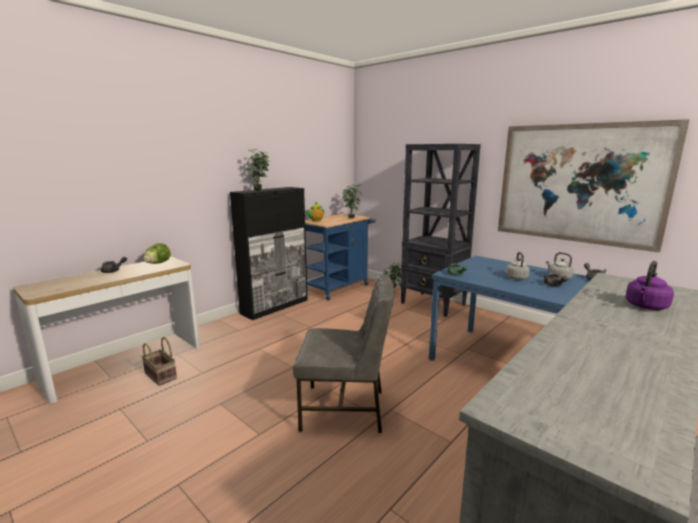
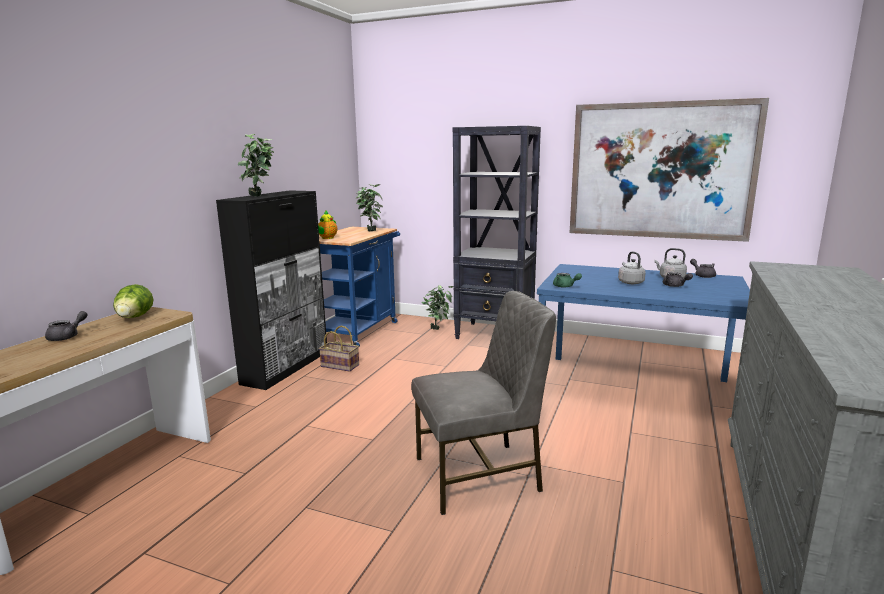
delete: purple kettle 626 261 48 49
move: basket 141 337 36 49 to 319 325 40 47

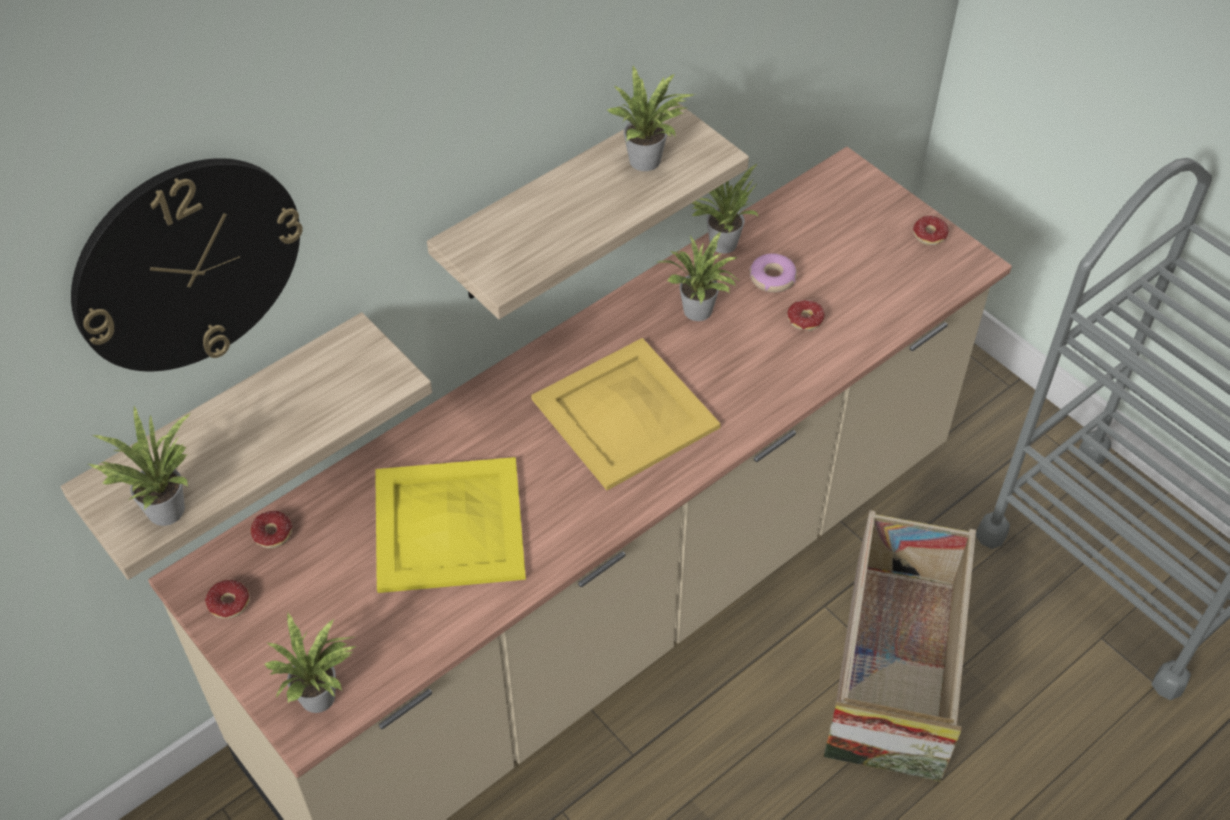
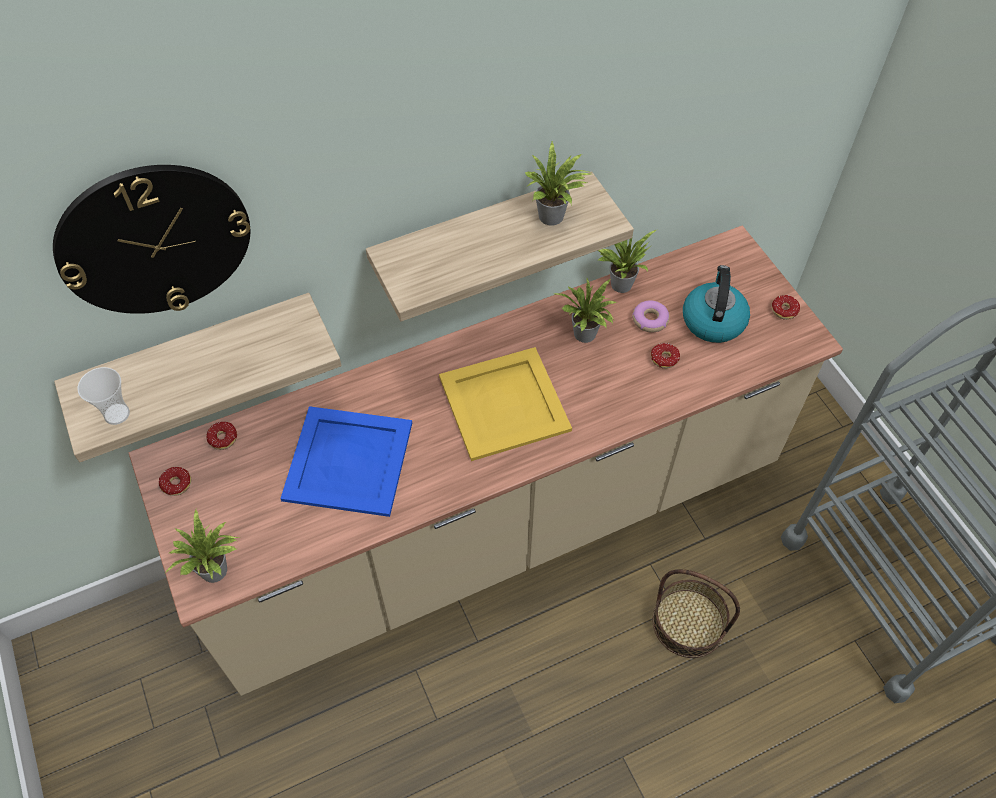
insert: kettle 683 265 67 78
replace: potted plant 89 406 101 120 to cup 77 367 53 58; crate 823 510 153 272 to basket 652 569 88 89
recolor: yellow tray 375 457 151 136 to blue tray 280 406 132 111

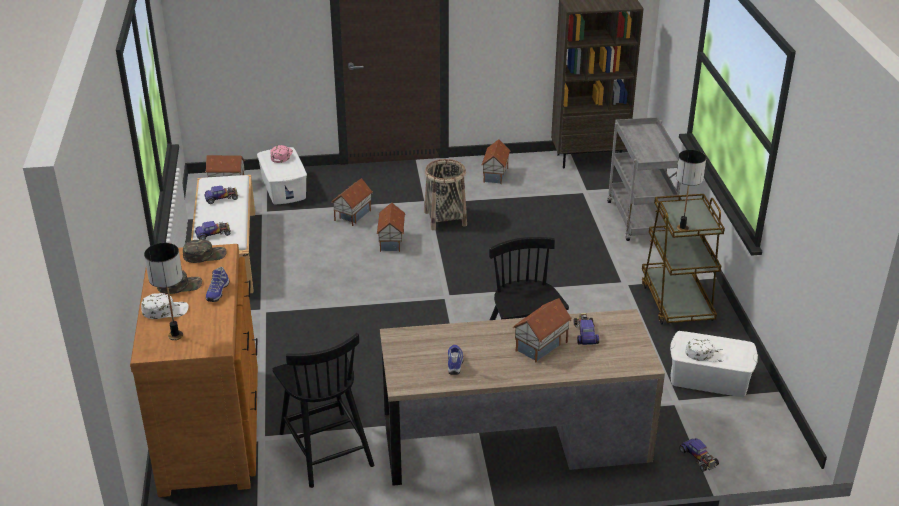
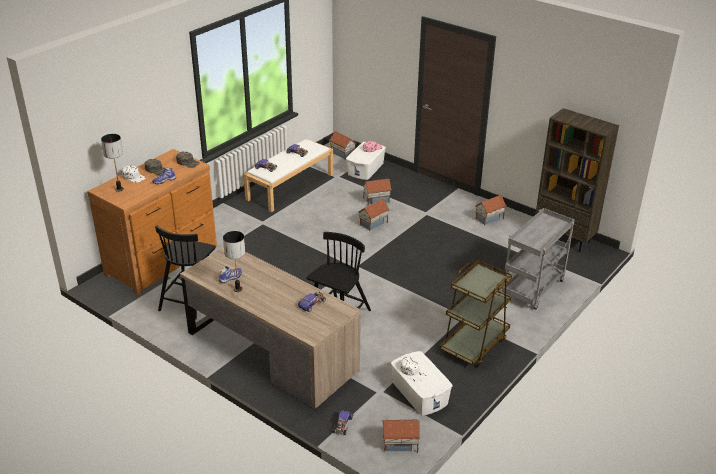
delete: basket 424 159 43 71
move: toy house 513 298 59 64 to 382 419 39 34; table lamp 676 150 30 81 to 223 231 22 61

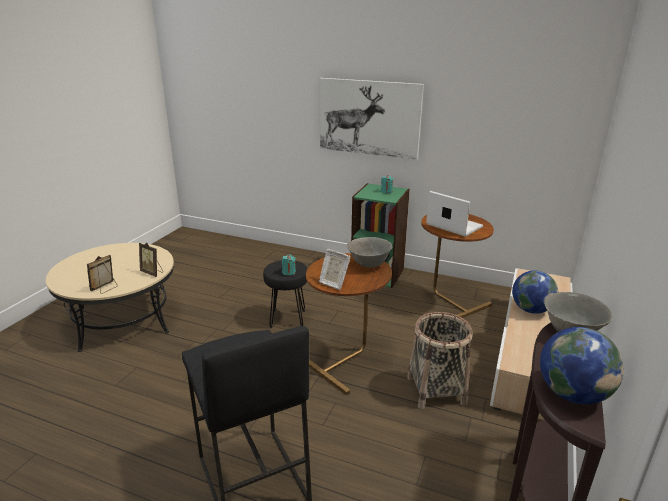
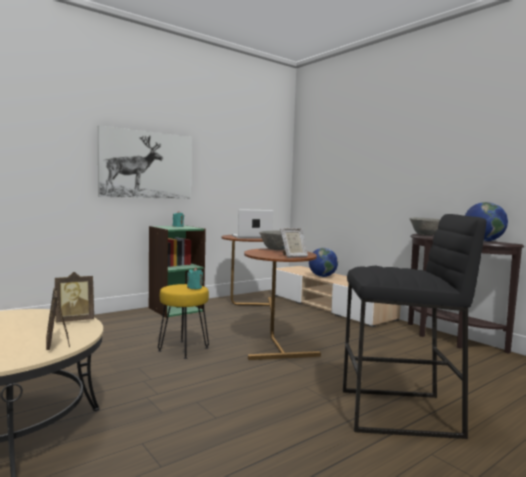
delete: basket 407 312 66 97
recolor: black stool 263 260 45 68 to yellow stool 158 284 51 75

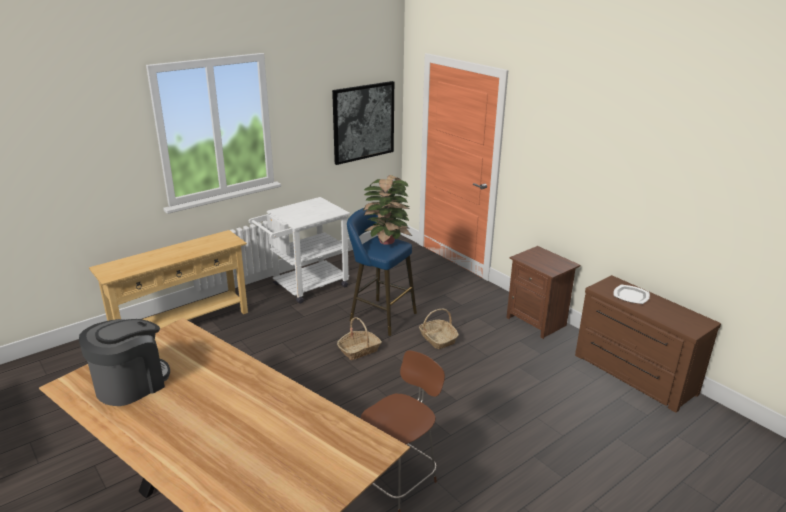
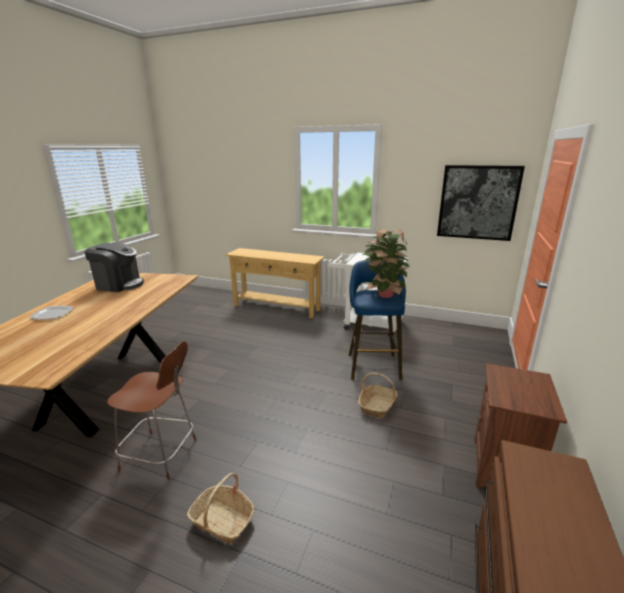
move: basket 337 317 45 43 to 187 473 67 70; plate 613 285 37 19 to 29 306 45 14

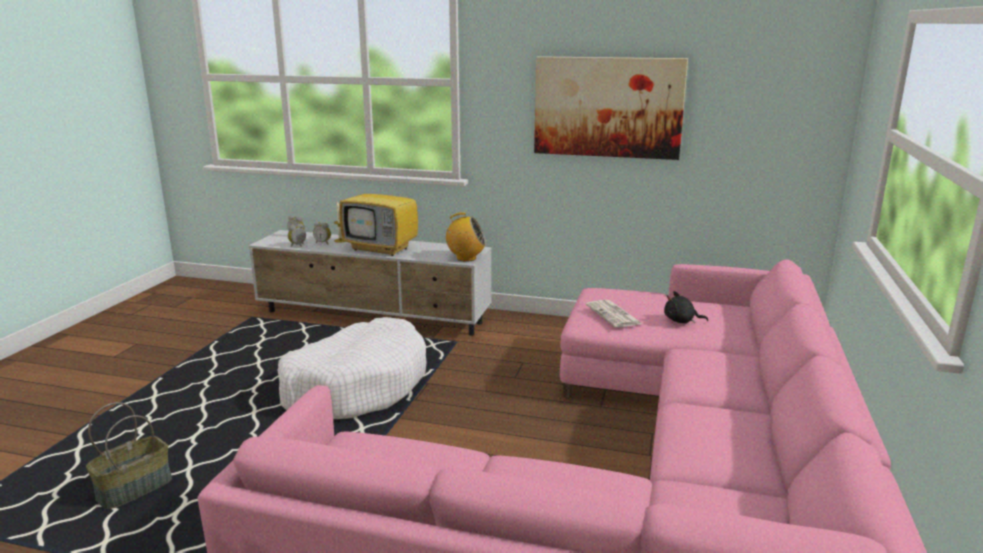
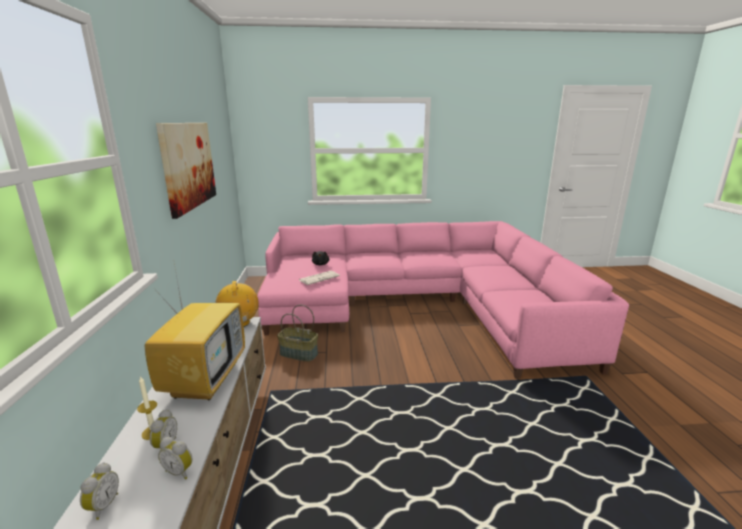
delete: white dog bed 277 317 150 102
move: basket 86 402 86 107 to 277 305 41 57

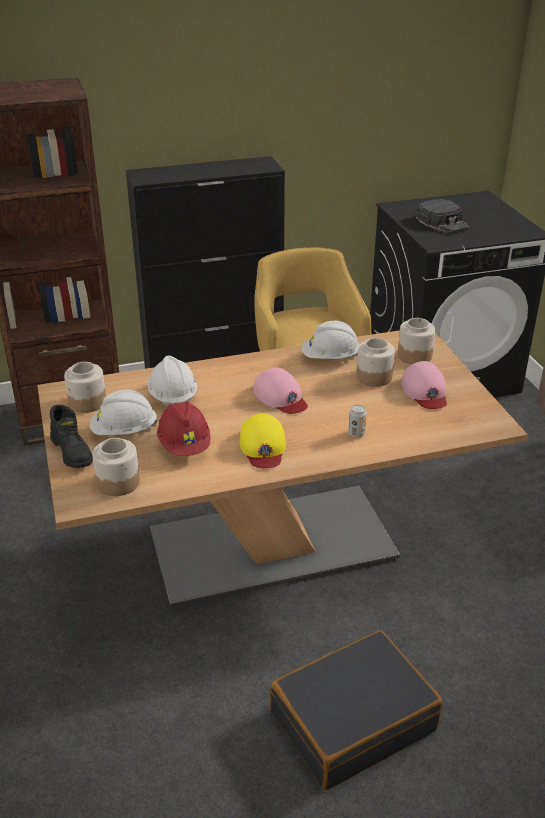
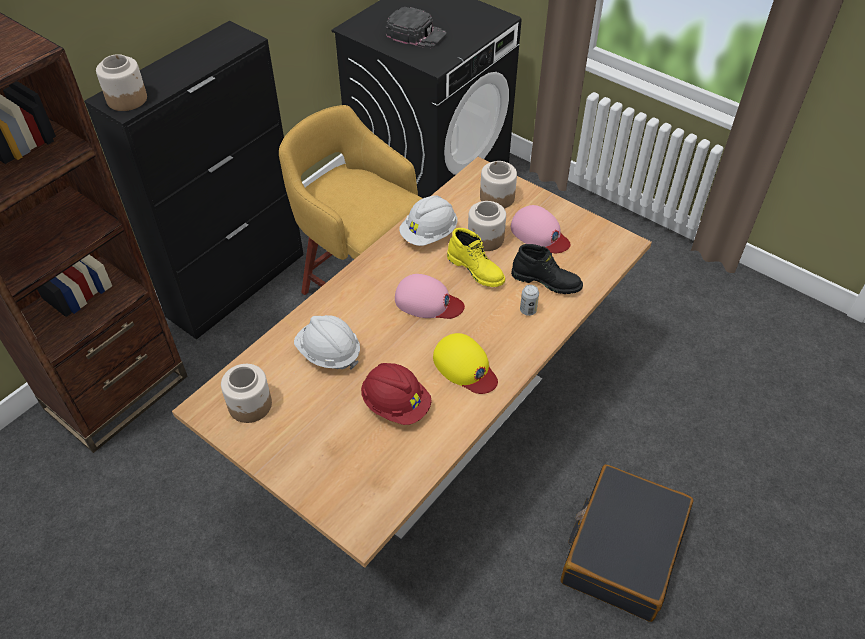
delete: white hard hat 90 390 68 45
insert: yellow boot 447 228 58 59
move: black boot 50 405 43 63 to 511 244 72 50; jar 93 438 47 58 to 96 54 51 57

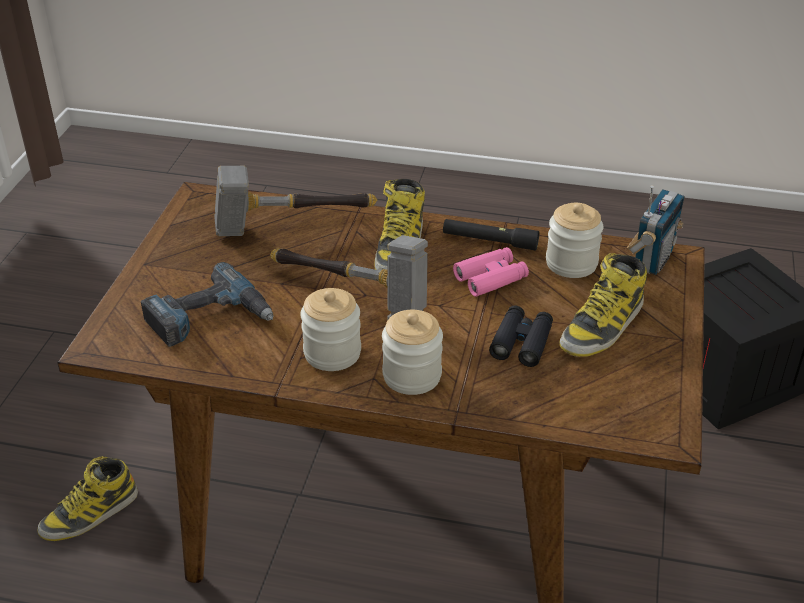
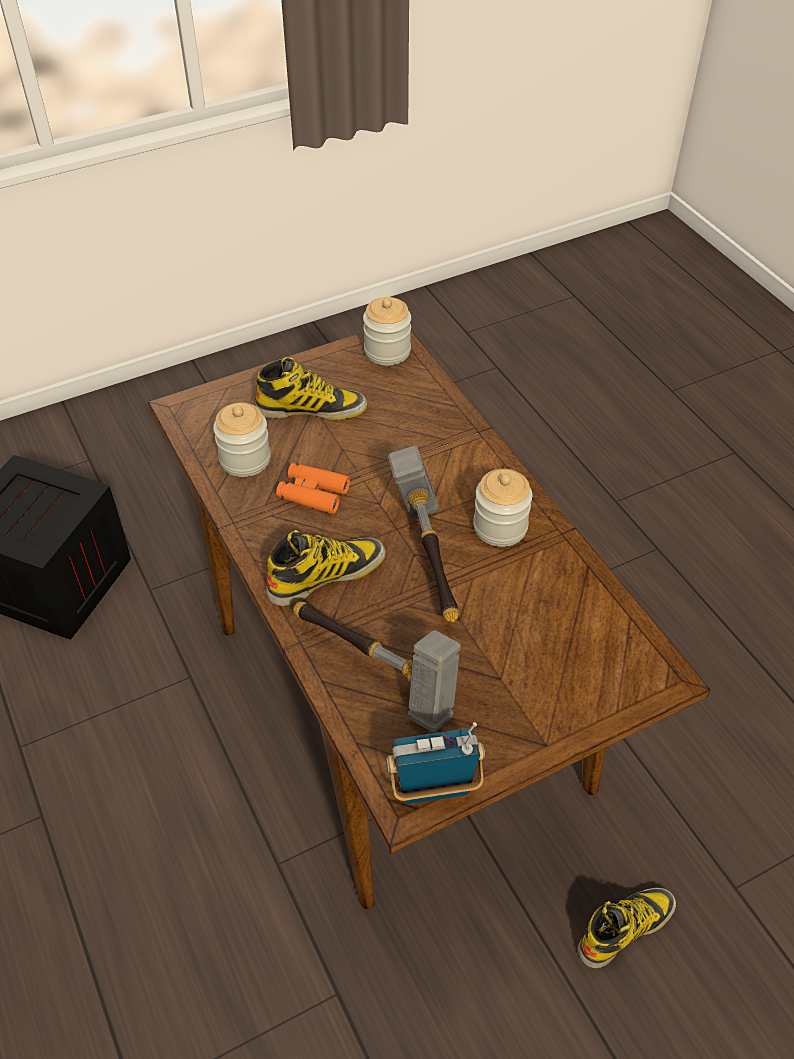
delete: power drill 141 262 133 85; black flashlight 443 219 96 32; black binoculars 489 305 64 62
move: jar 382 310 61 85 to 363 297 48 69; radio 627 185 58 90 to 386 722 99 82
recolor: pink binoculars 453 247 76 50 to orange binoculars 276 463 74 51
rotate: boot 37 456 101 85 = 578 888 98 80 45 degrees counterclockwise

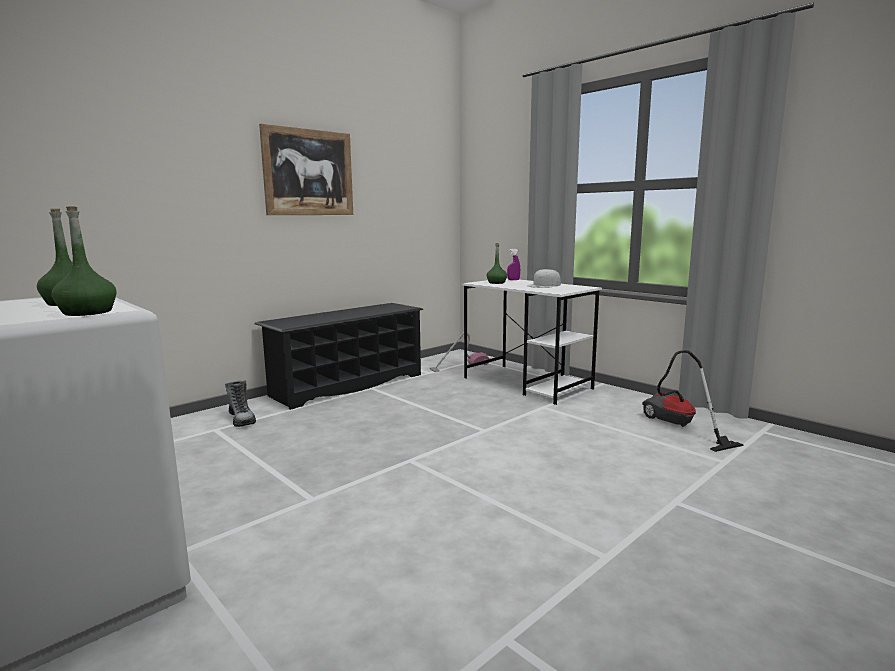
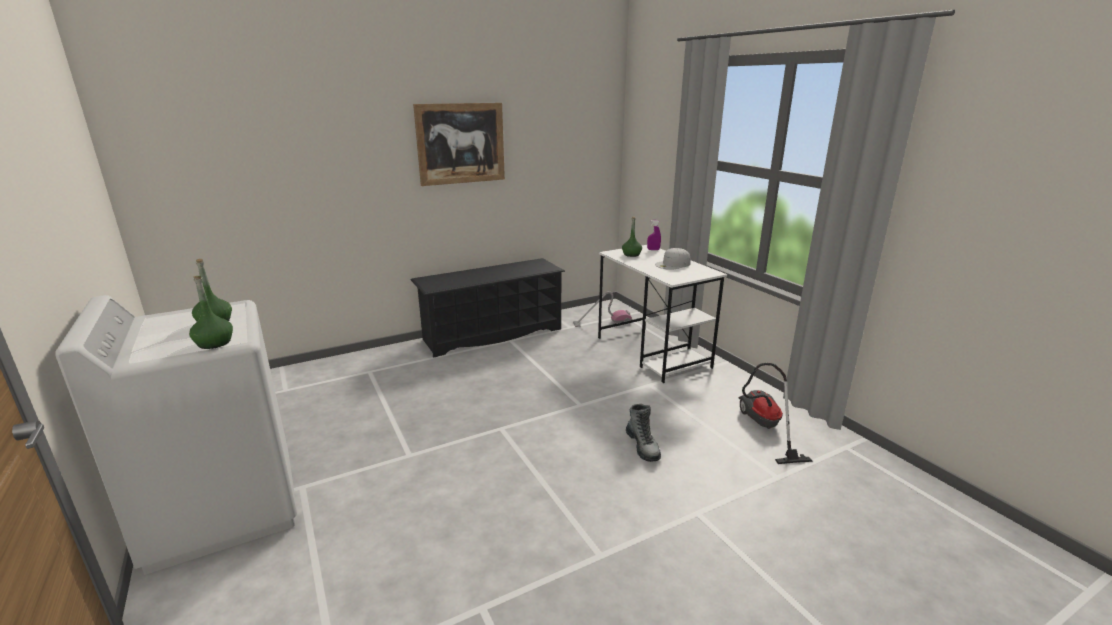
move: boot 225 380 31 47 to 626 404 35 58

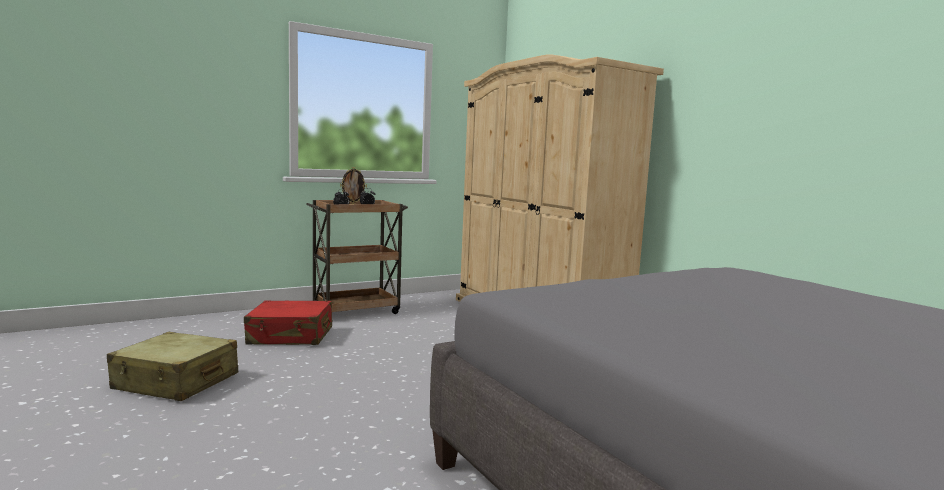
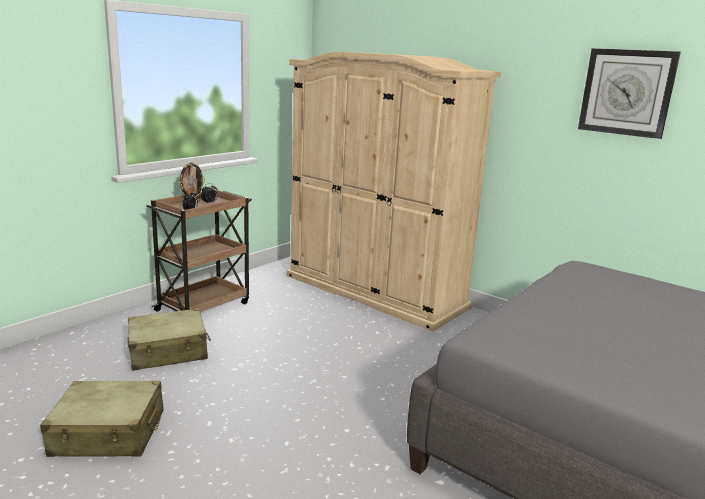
insert: wall clock 578 48 103 91
recolor: red suitcase 244 300 88 45 to beige suitcase 128 308 83 63

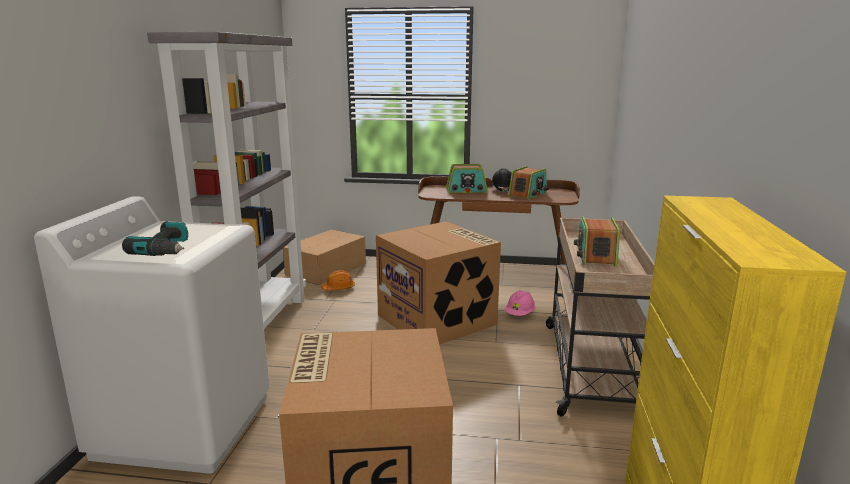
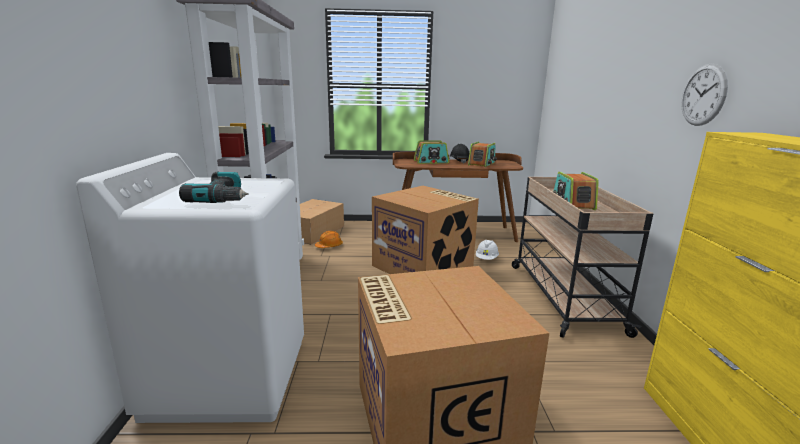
insert: wall clock 681 64 47 62
recolor: pink hard hat 505 290 30 26 to white hard hat 476 240 23 20

